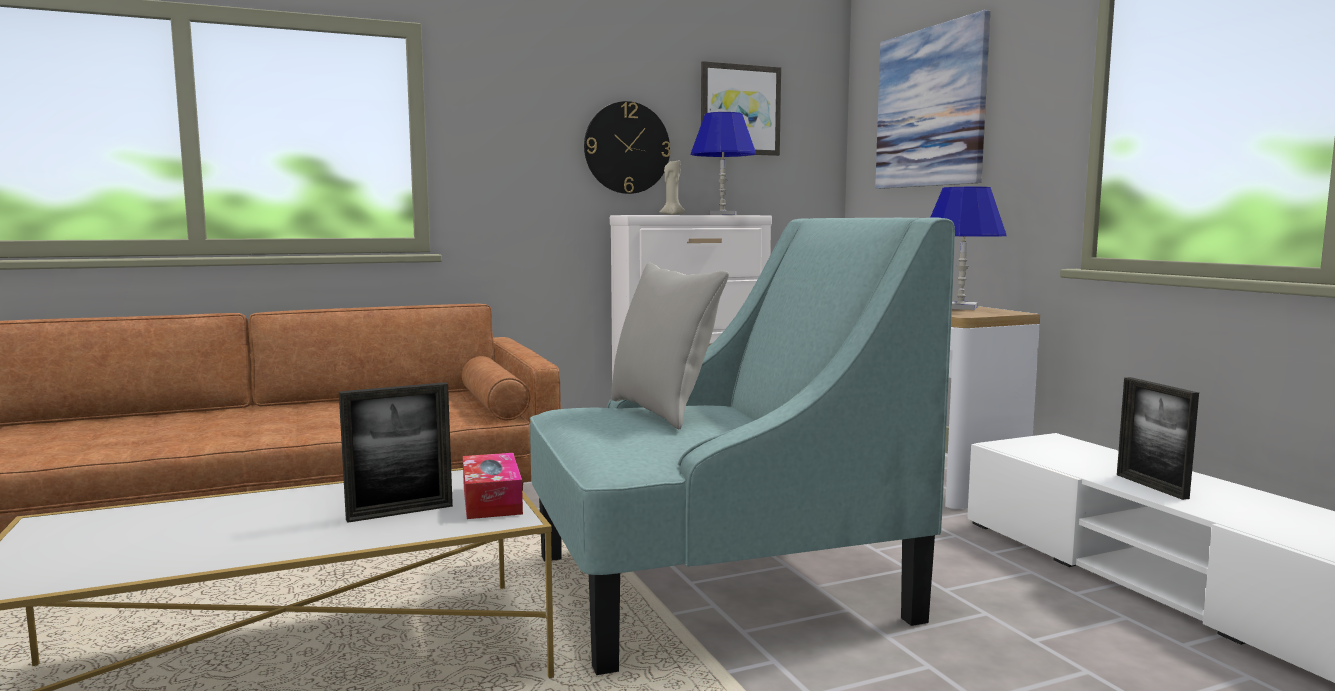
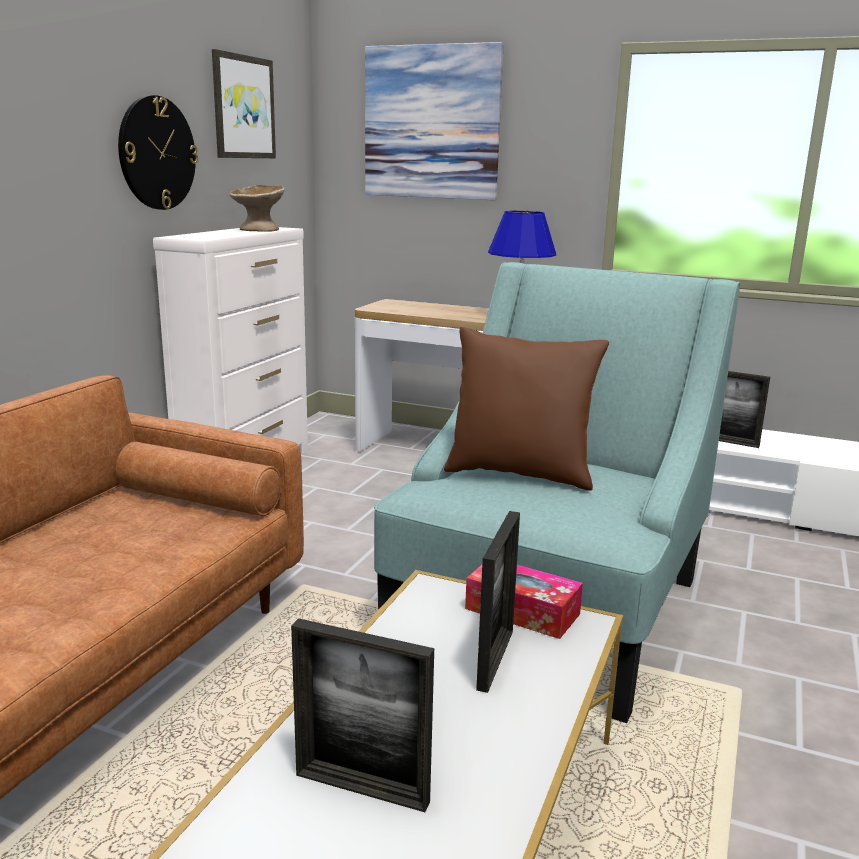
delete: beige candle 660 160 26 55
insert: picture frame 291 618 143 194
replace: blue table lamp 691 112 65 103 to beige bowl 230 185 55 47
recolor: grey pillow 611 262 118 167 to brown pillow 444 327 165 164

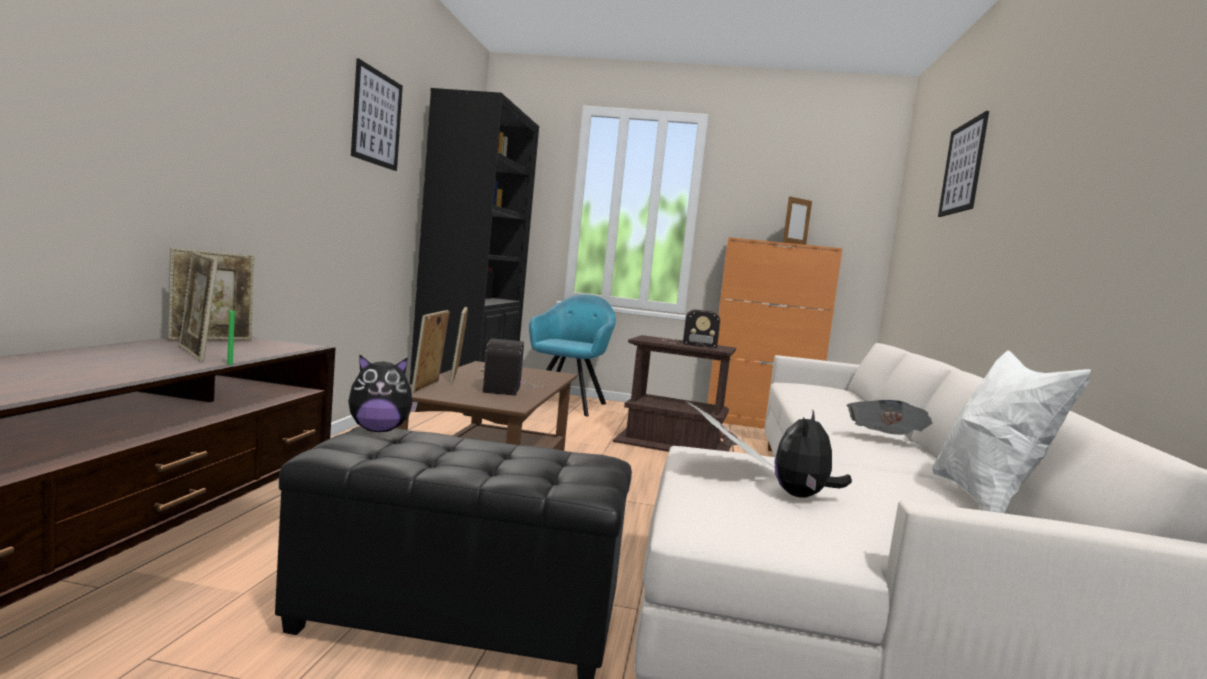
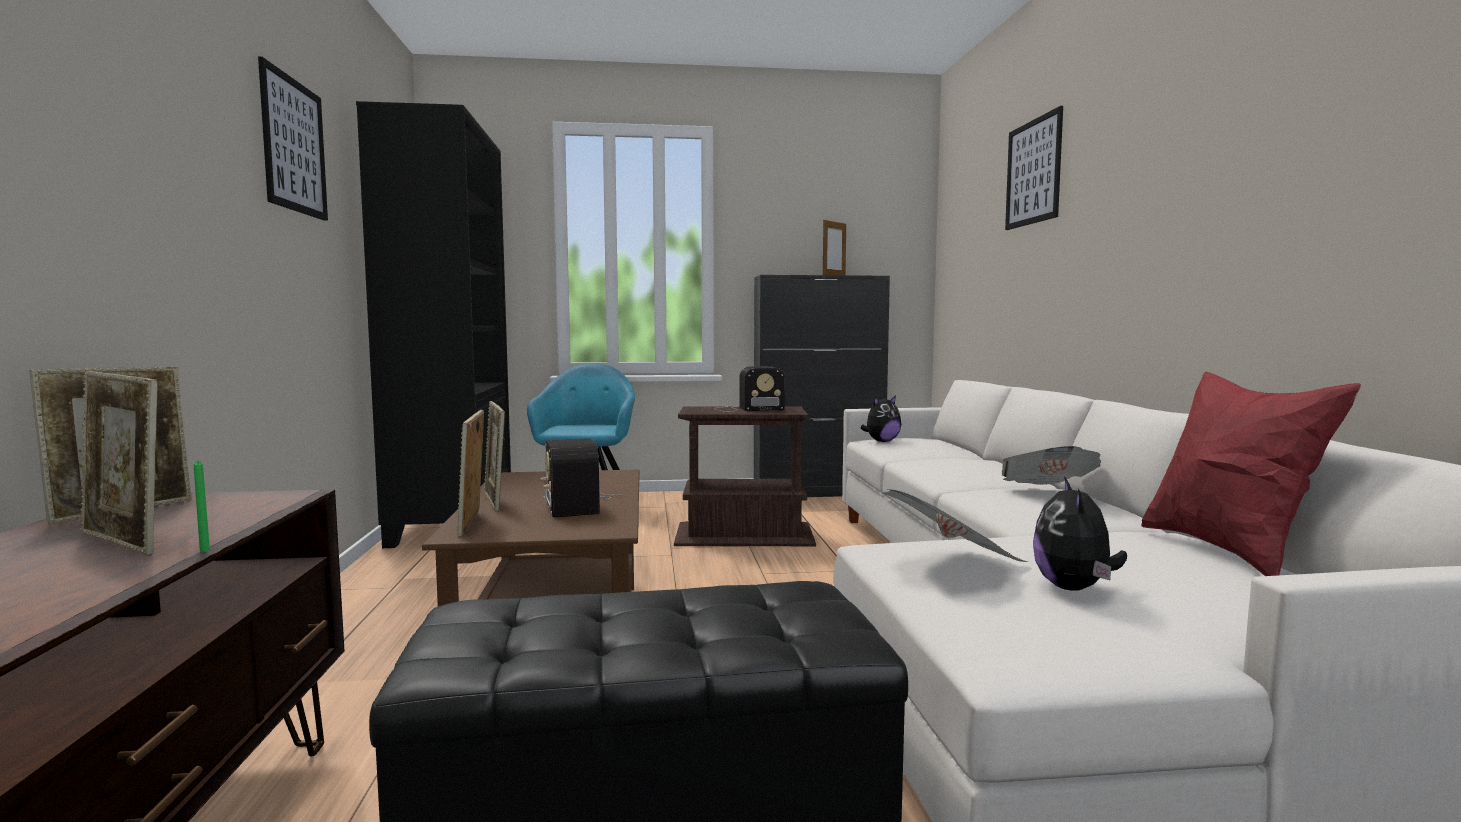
move: plush toy 348 355 70 77 to 861 395 40 47
recolor: orange cabinet 707 237 136 192 to black cabinet 754 275 136 222; white pillow 932 350 159 163 to red pillow 1141 372 220 204

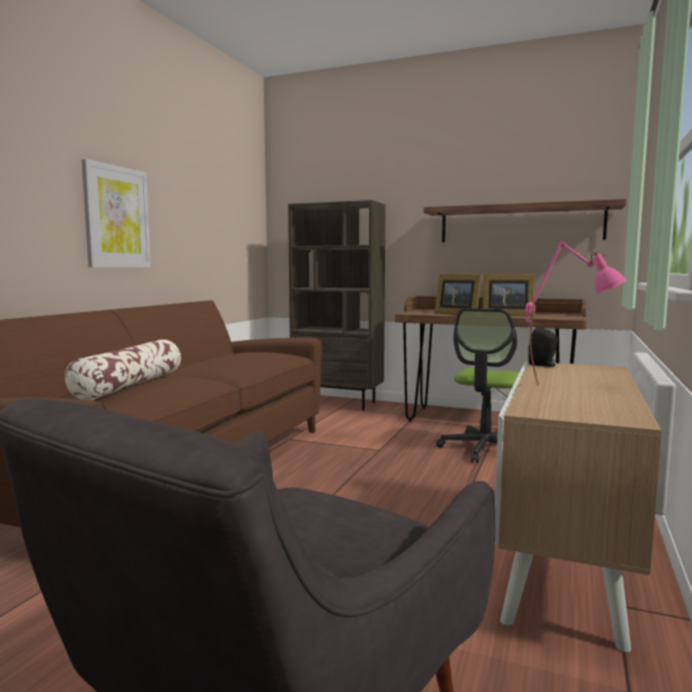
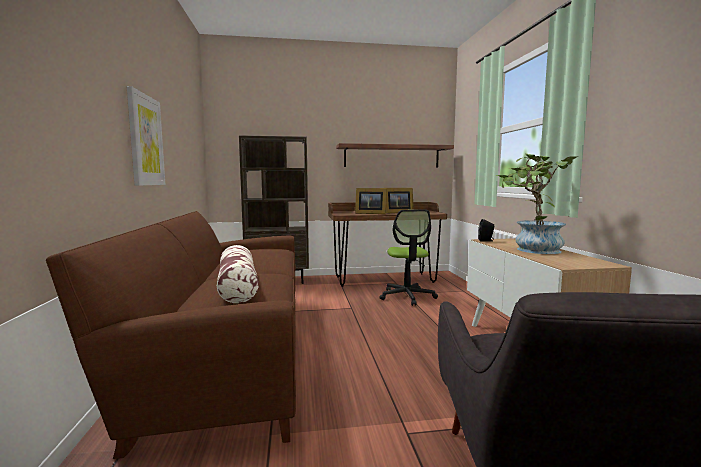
replace: pink table lamp 526 241 101 145 to potted plant 496 154 83 100

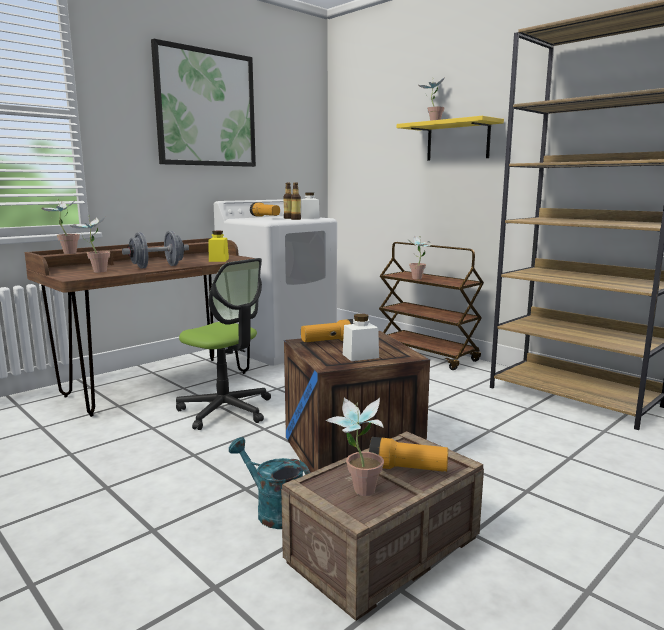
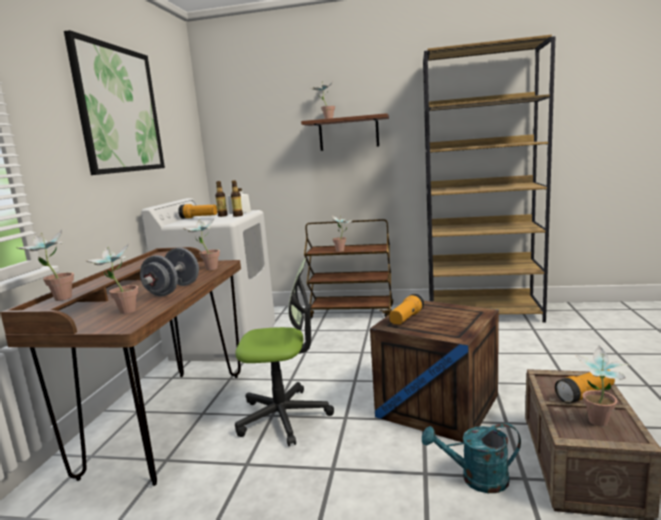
delete: white jar 343 314 36 47
replace: yellow jar 208 231 21 31 to potted plant 185 219 35 51
recolor: yellow shelf 397 116 107 44 to brown shelf 301 113 88 38

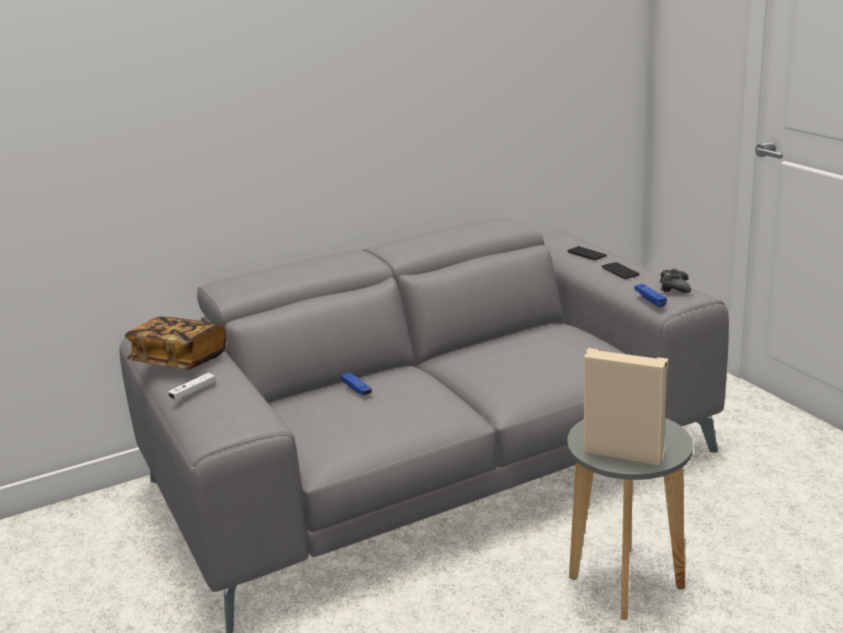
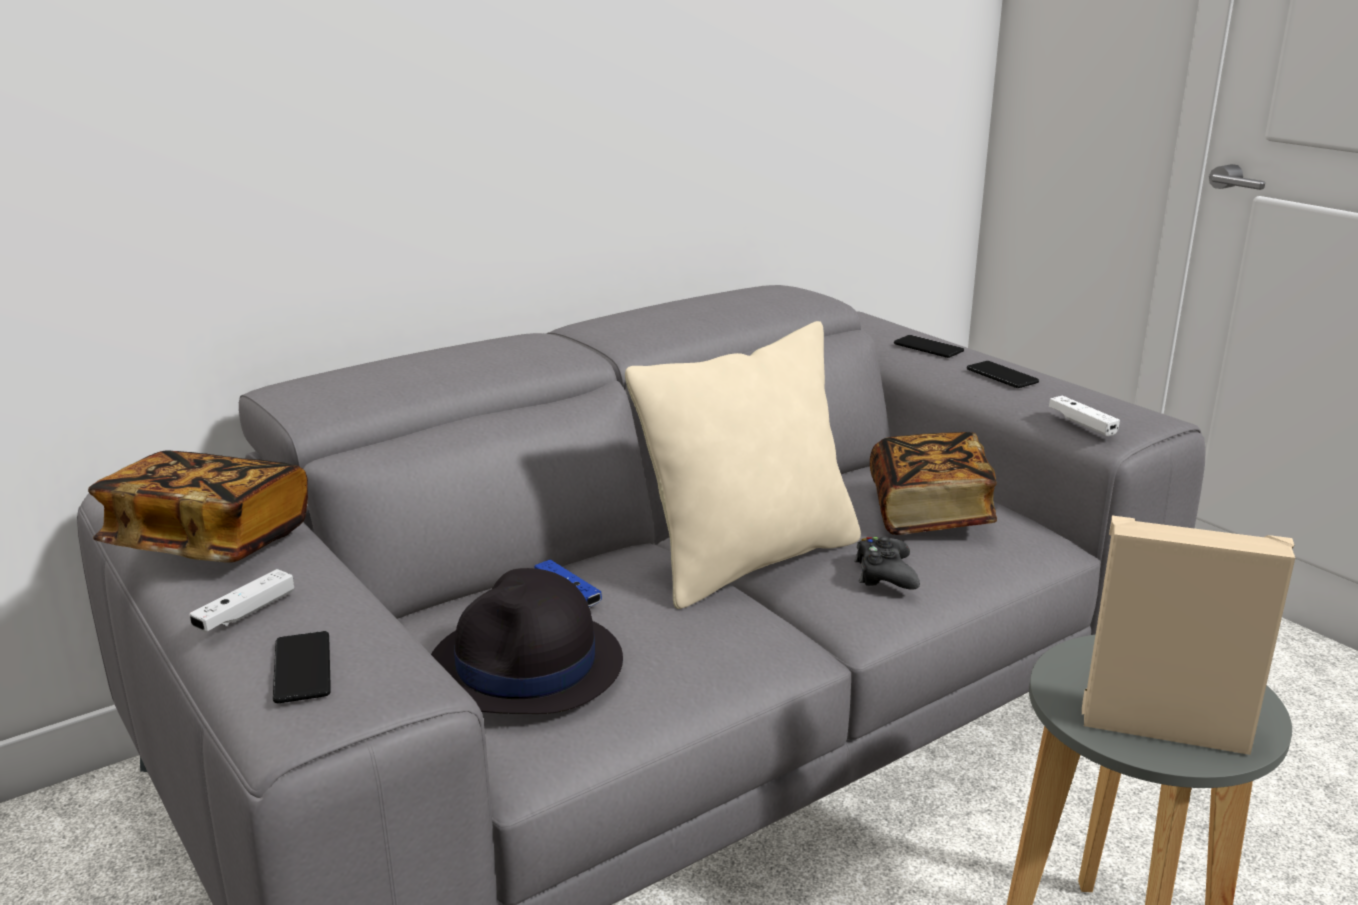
insert: phone 273 631 58 72; black hat 431 568 192 146; beige pillow 625 321 236 288; book 870 432 127 103
move: black game controller 660 269 31 24 to 854 537 66 53
recolor: blue game controller 634 284 33 23 to white game controller 1049 396 71 41

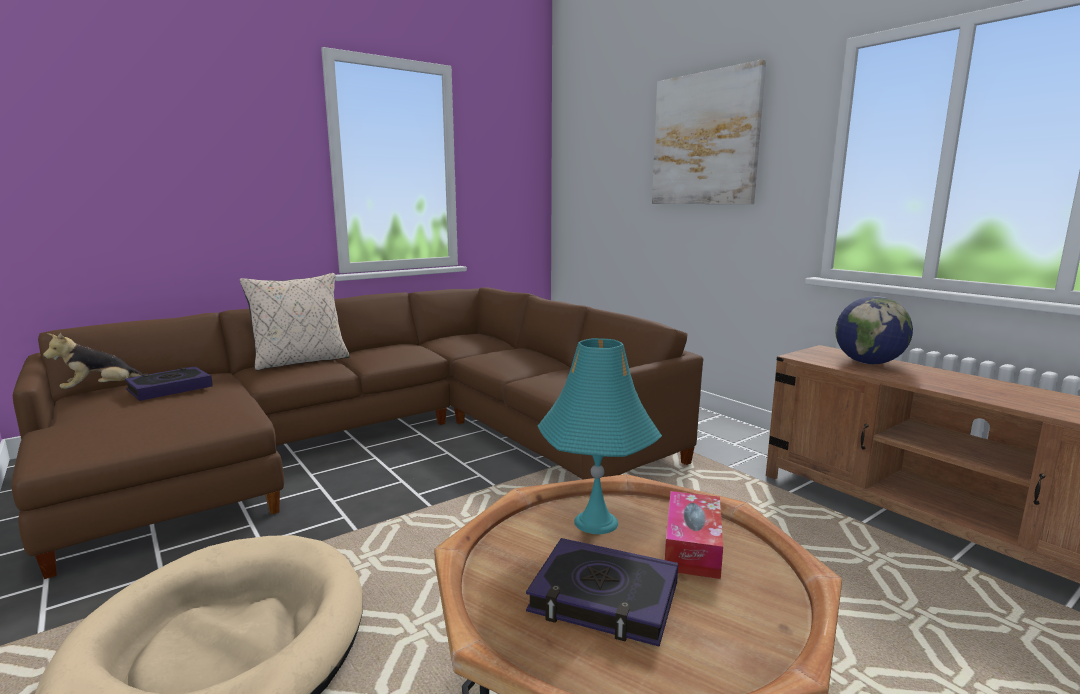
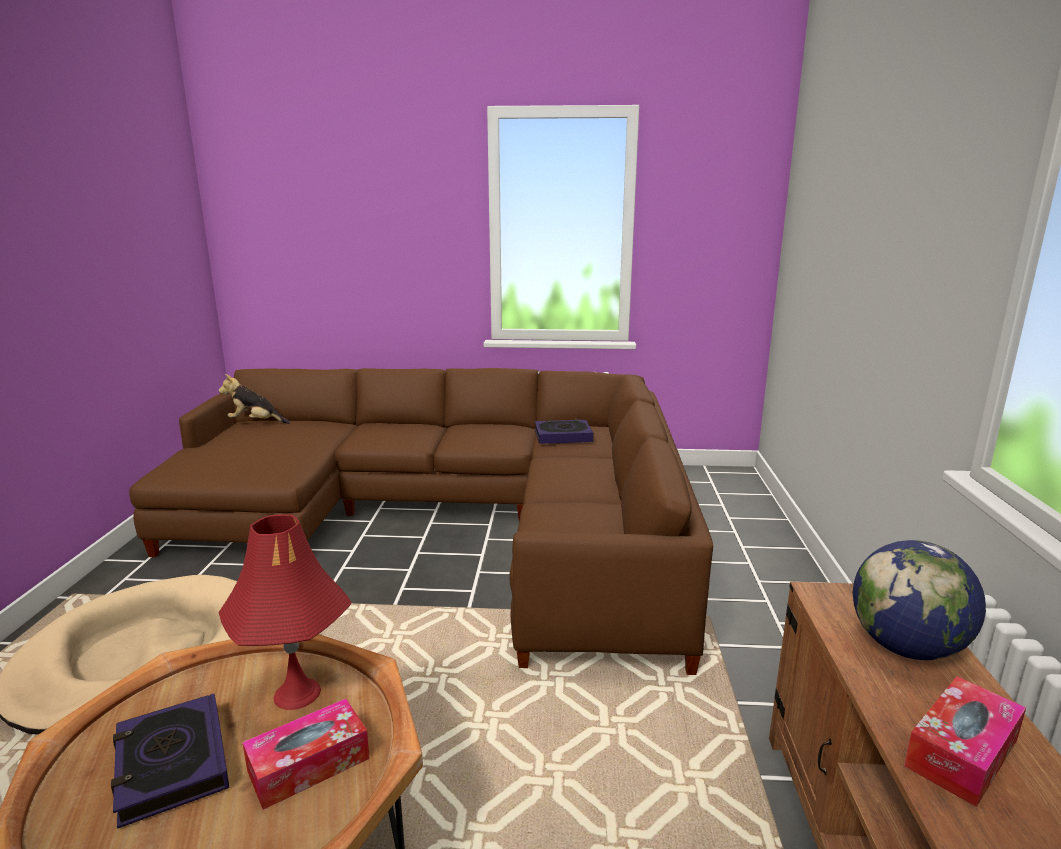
delete: beige pillow 240 273 110 98; picture 652 59 114 145
insert: tissue box 904 676 122 131
move: book 125 366 88 35 to 535 419 58 25
recolor: turquoise table lamp 538 338 124 196 to red table lamp 218 514 134 196

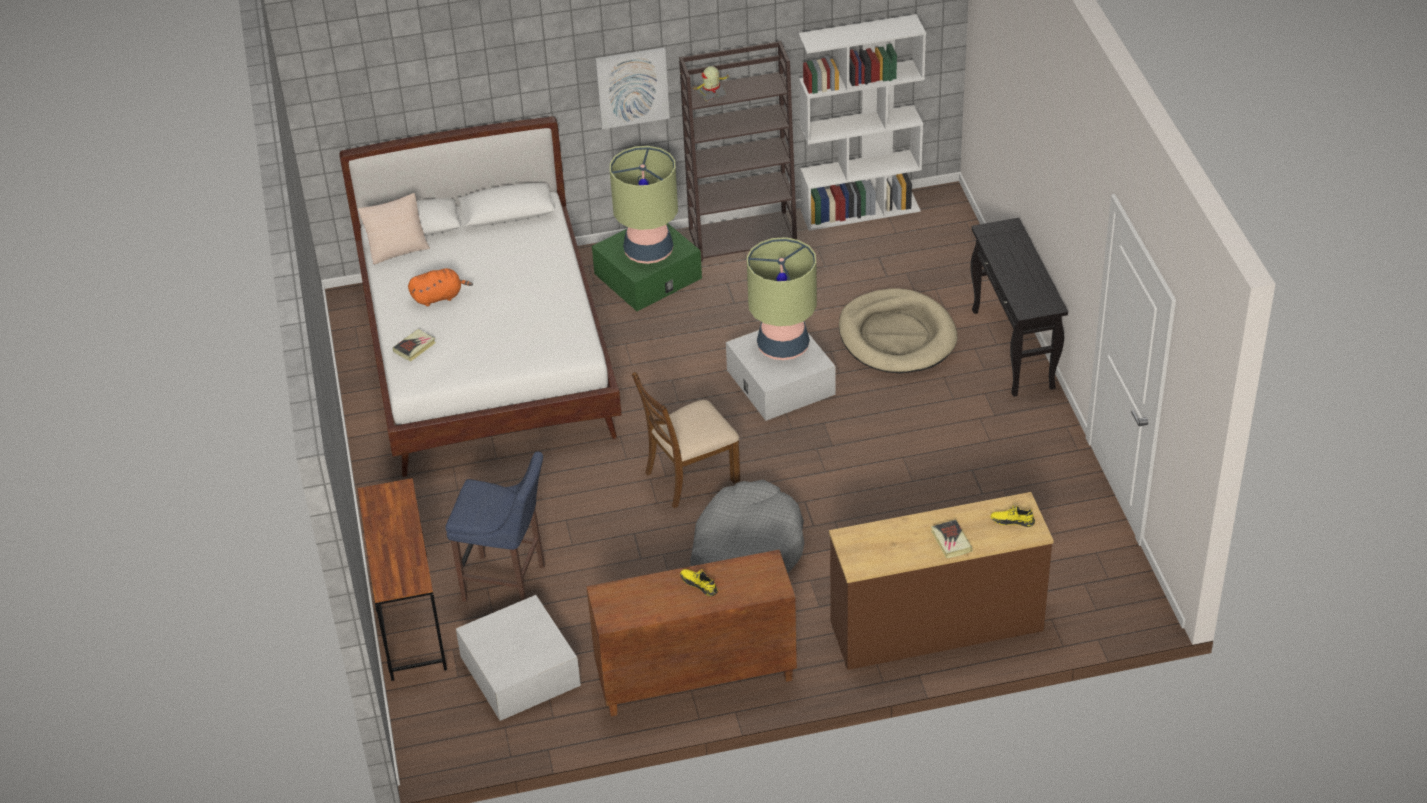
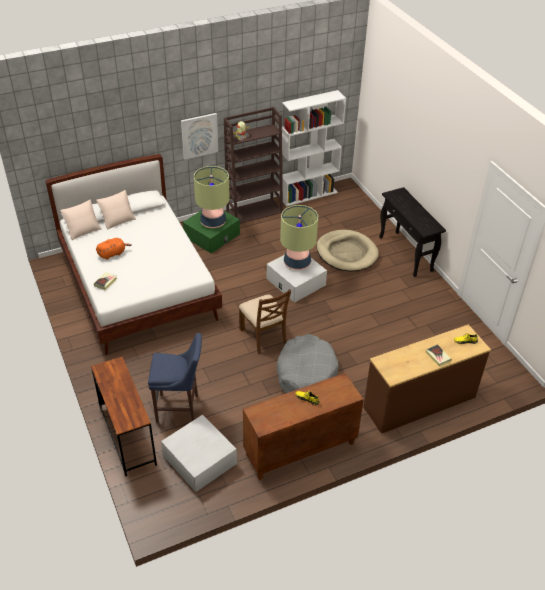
insert: beige pillow 96 190 40 40
rotate: brown chair 631 372 109 136 = 239 289 52 65 75 degrees counterclockwise

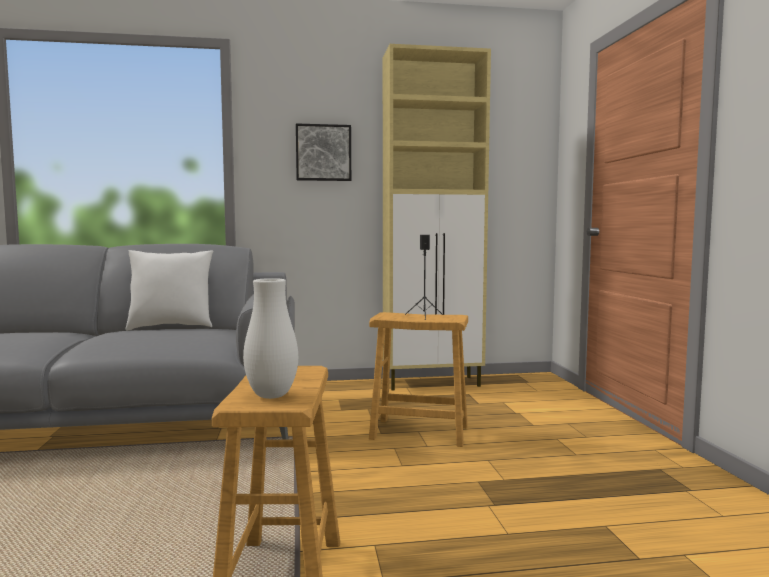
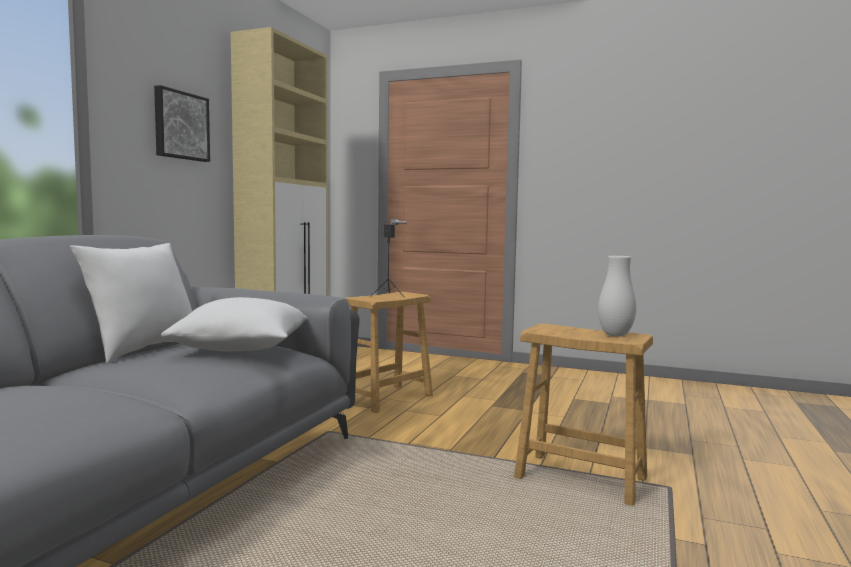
insert: white pillow 161 297 146 55

